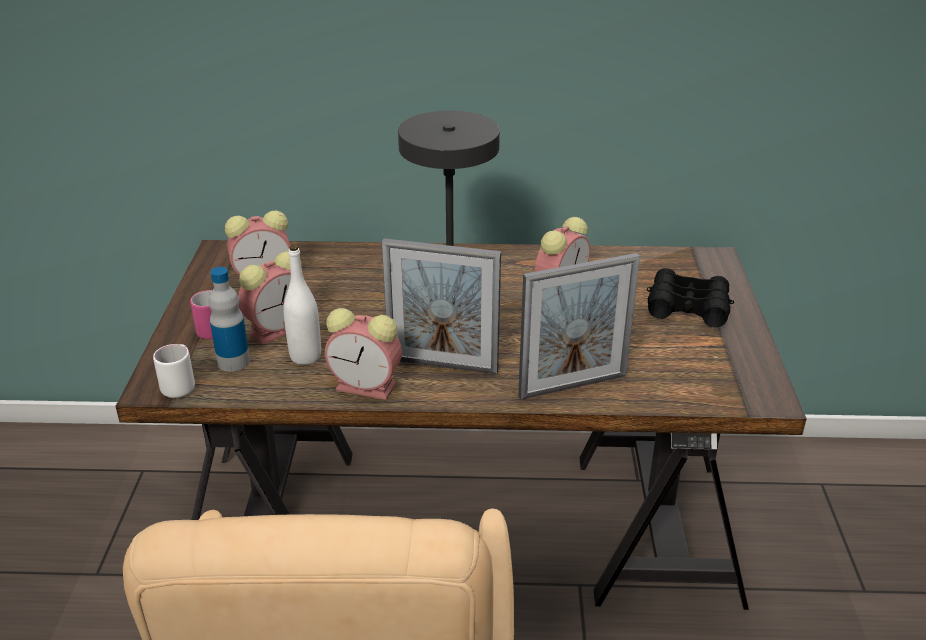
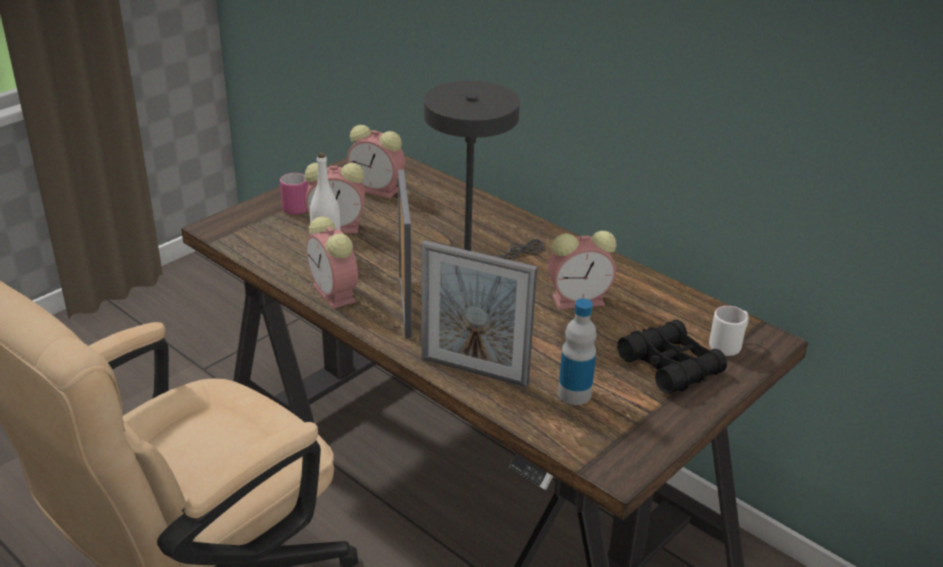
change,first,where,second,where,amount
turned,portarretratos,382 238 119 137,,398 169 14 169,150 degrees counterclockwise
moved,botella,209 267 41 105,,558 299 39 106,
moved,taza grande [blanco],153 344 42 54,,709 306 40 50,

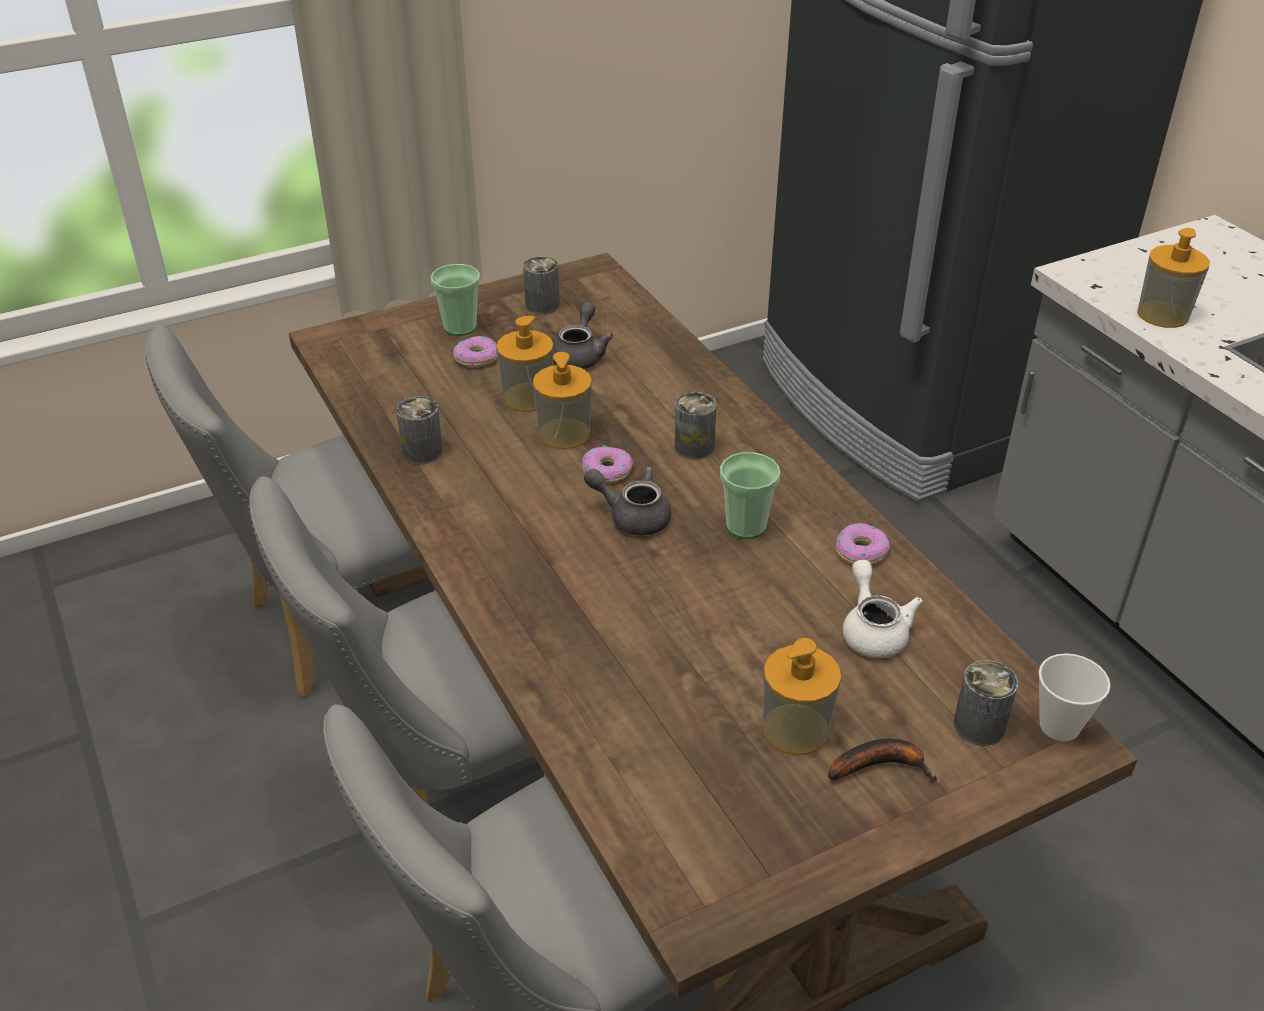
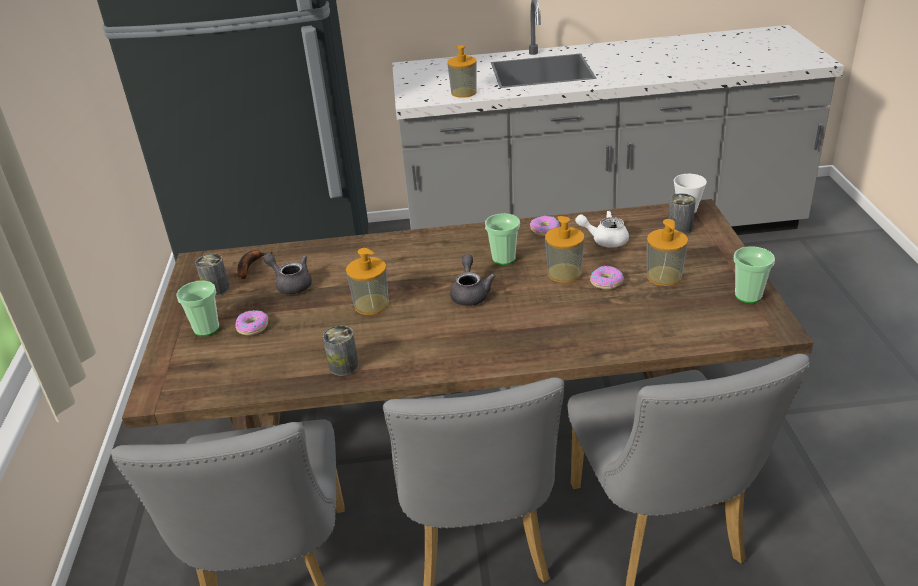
change,first,where,second,where,amount
moved,plátano,828 739 110 43,,237 250 36 29,
turned,tetera [gris],584 467 87 69,,450 254 45 52,135 degrees clockwise
moved,dispensador de jabón,496 316 57 96,,545 216 39 67,
moved,rosquilla,582 445 51 38,,590 266 34 23,
added,,,taza,734 246 41 57,
removed,lata,675 392 42 68,,,

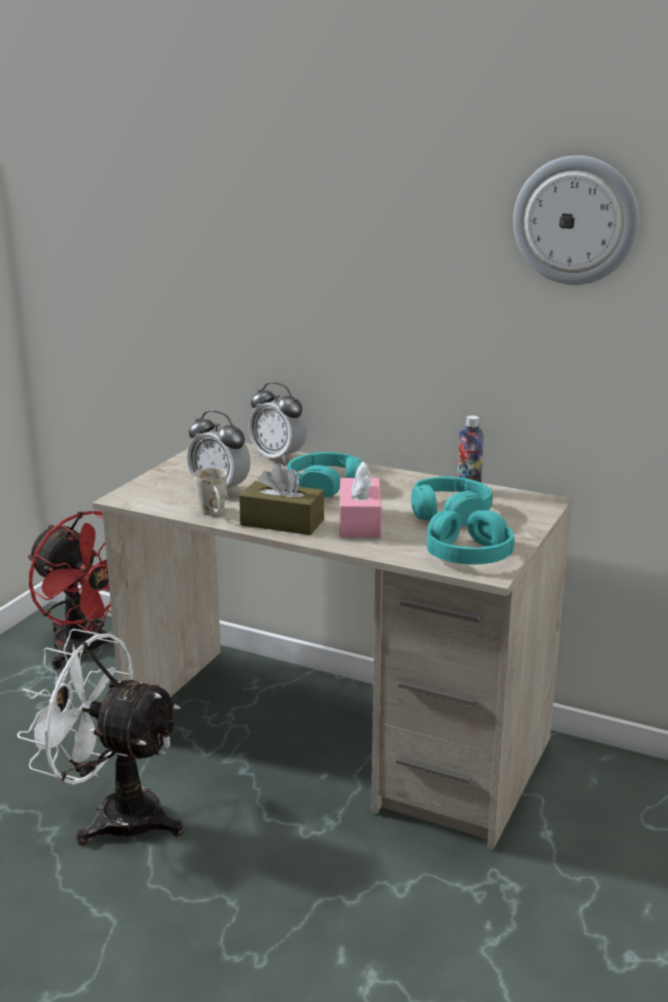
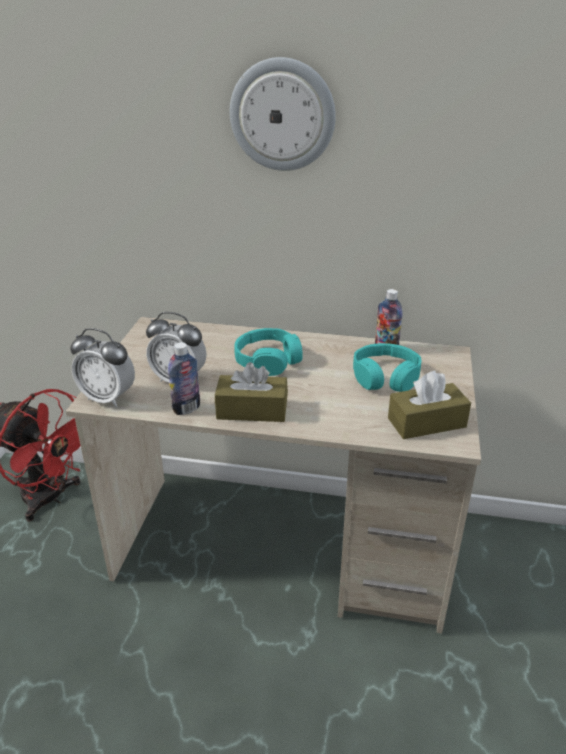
change,first,where,second,where,amount
moved,despertador,249 382 58 82,,70 328 65 79,
replaced,taza grande [blanco],193 468 34 47,botella,168 342 32 73,
moved,reloj de pared,513 155 126 130,,230 57 106 114,
replaced,auriculares [turquesa],427 510 87 54,caja de pañuelos [marrón],388 371 83 68,
removed,ventilador [blanco],17 629 166 216,,,
removed,caja de pañuelos [rosa],340 461 41 77,,,

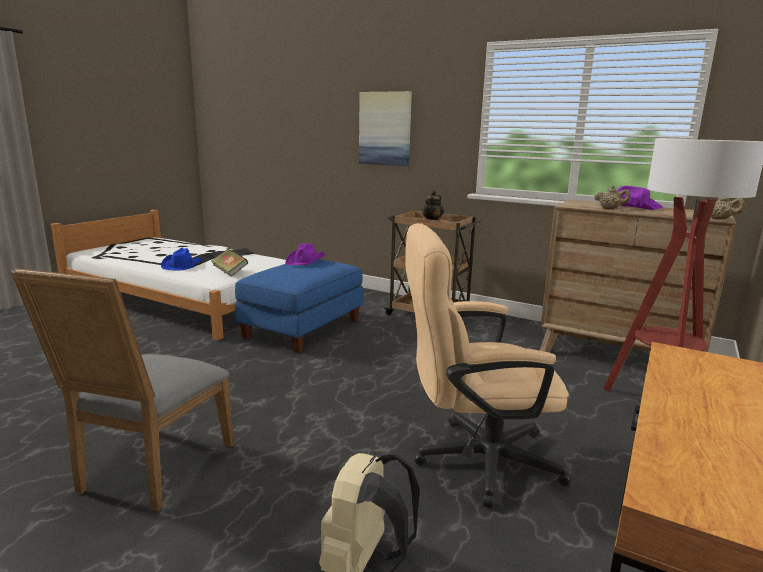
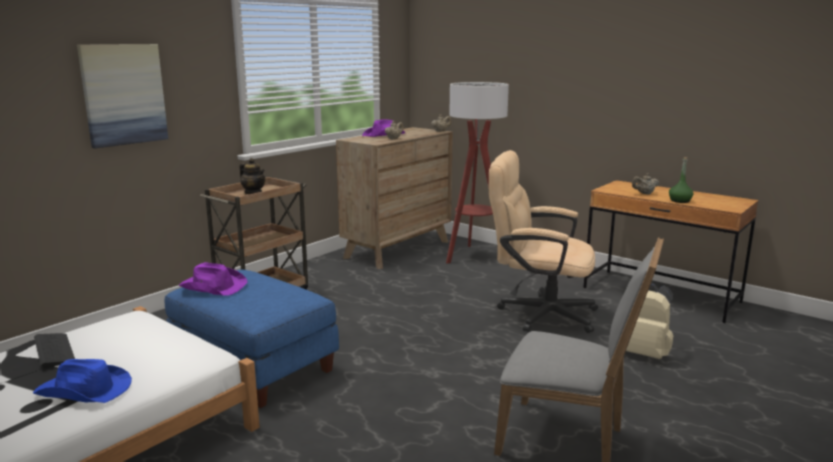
change,first,where,second,where,amount
turned,silla de oficina [beis],405 223 167 285,,489 150 109 183,105 degrees clockwise
added,,,tetera [beis],632 173 27 21,
added,,,botella [verde],669 157 25 46,
removed,libro,212 249 36 28,,,

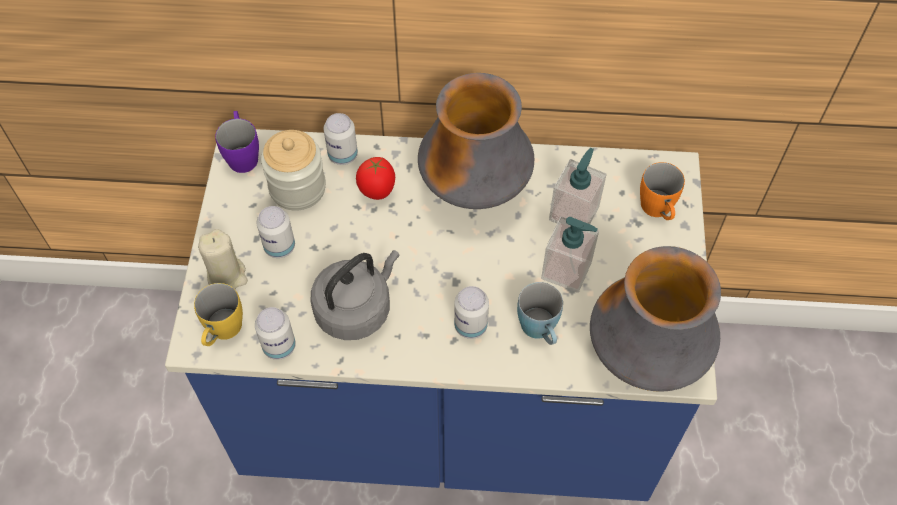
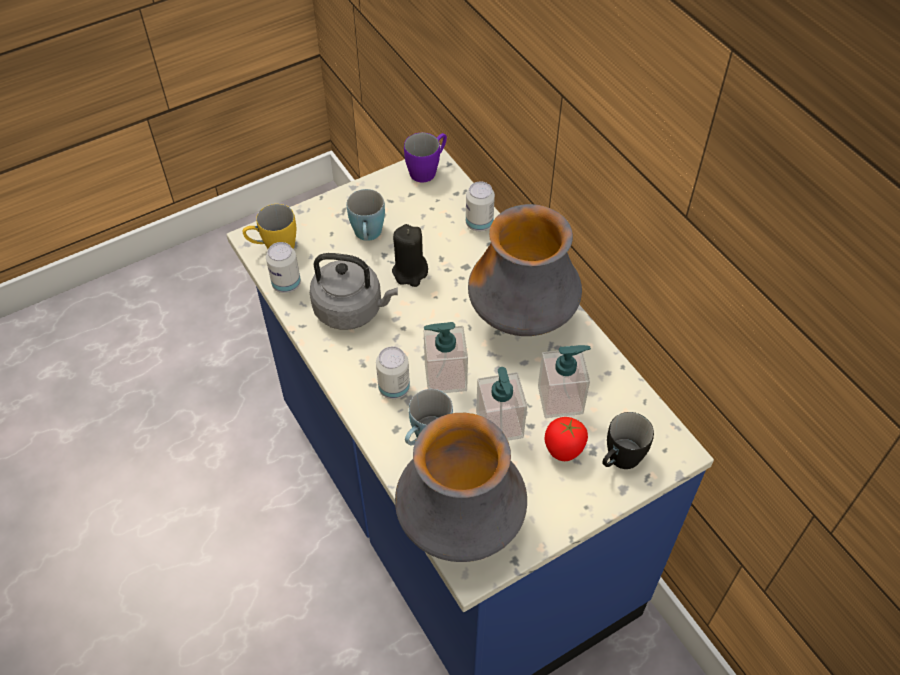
change,first,where,second,where,amount
replaced,lata,257 206 38 52,taza grande [azul],347 189 38 52,
added,,,vela [negro],392 224 36 63,
added,,,dispensador de jabón,424 322 44 71,
moved,tomate,356 157 39 43,,545 417 43 44,
recoloured,taza grande [naranja],640 162 45 58,taza grande [negro],602 412 52 57,
removed,vela [beis],198 229 50 60,,,
removed,tarro,261 130 65 81,,,

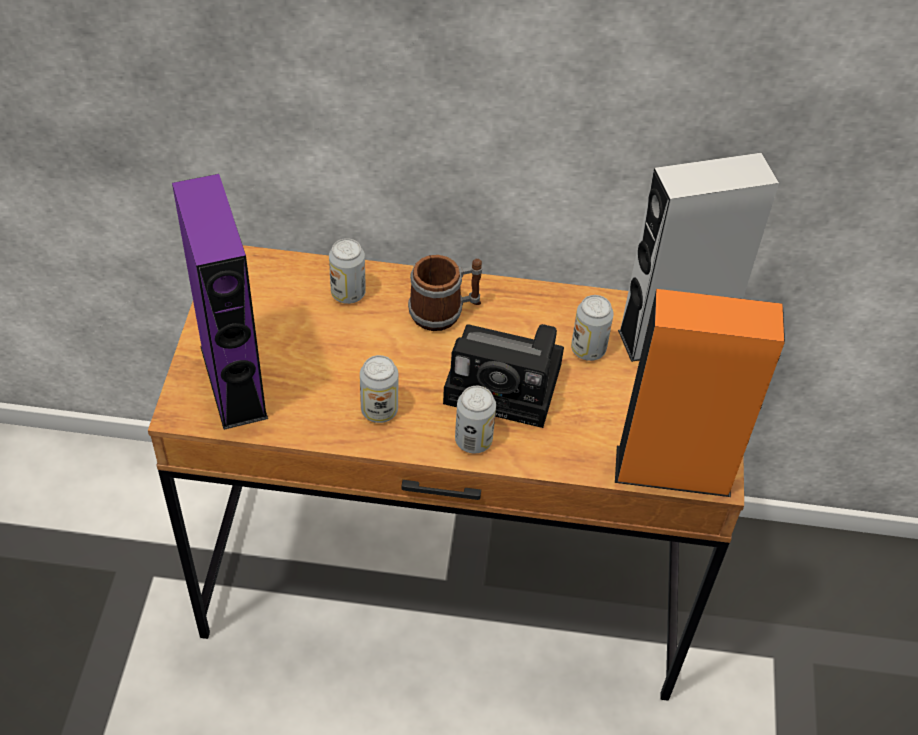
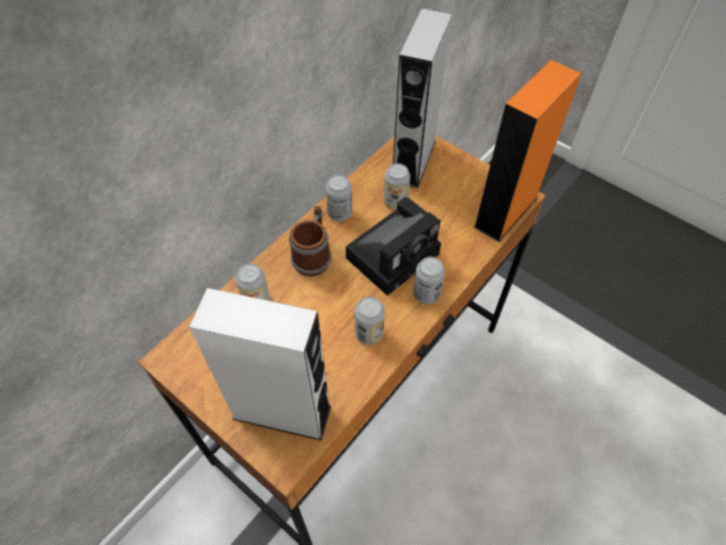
change,first,where,second,where,amount
recoloured,altavoz [morado],172 174 96 256,altavoz [blanco],189 288 142 153,
added,,,lata,326 175 26 46,

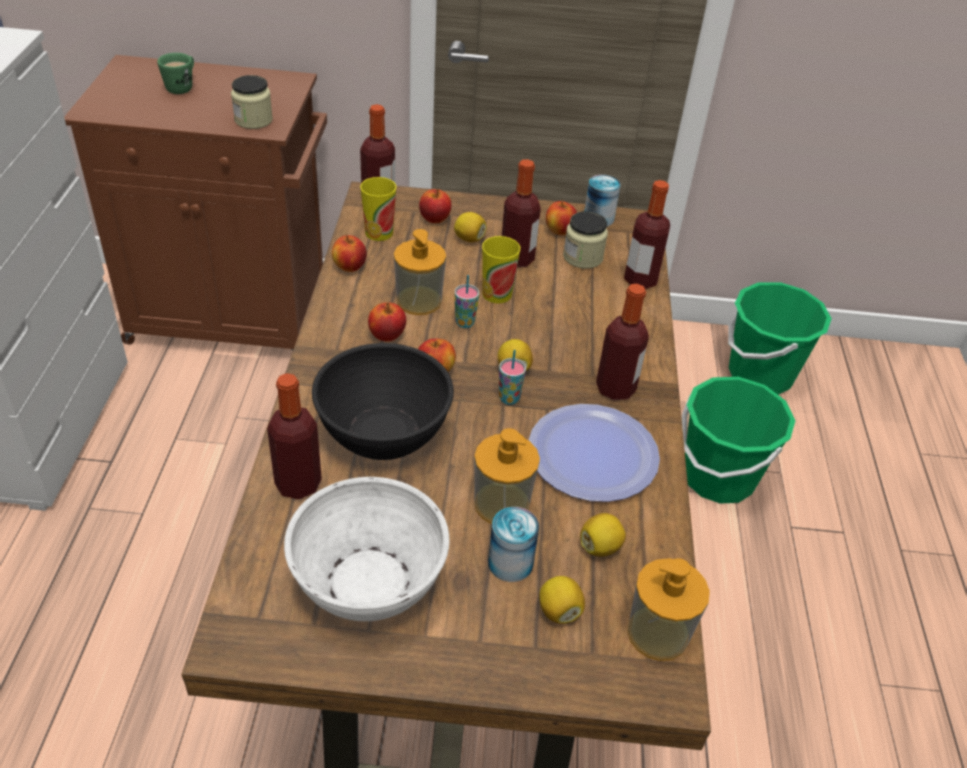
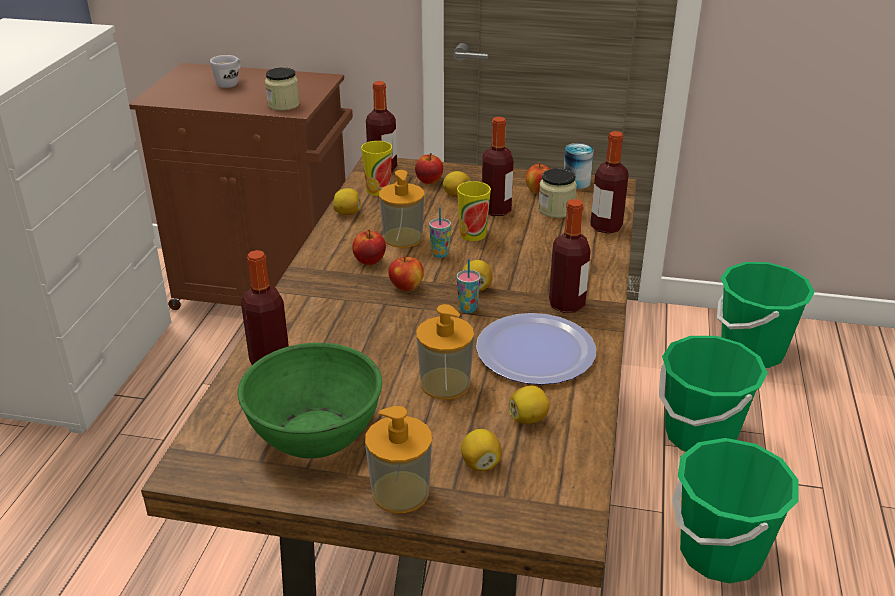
change,first,where,second,where,amount
recoloured,taza grande [verde],157 53 37 41,taza grande [blanco],210 55 31 33,
recoloured,cuenco [blanco],284 477 166 144,cuenco [verde],238 343 144 115,
replaced,manzana,332 235 35 37,limón,333 188 28 27,
moved,dispensador de jabón,628 558 82 103,,365 406 67 107,
added,,,cubo [verde],672 438 127 145,
removed,cuenco [negro],312 343 142 117,,,
removed,lata,488 507 51 75,,,

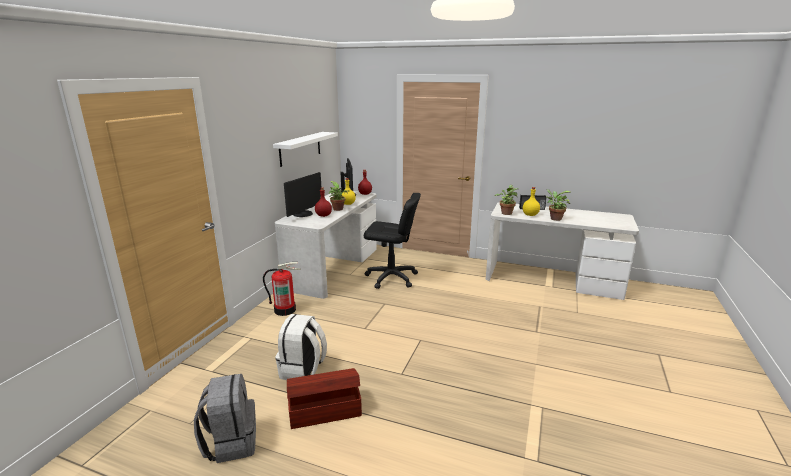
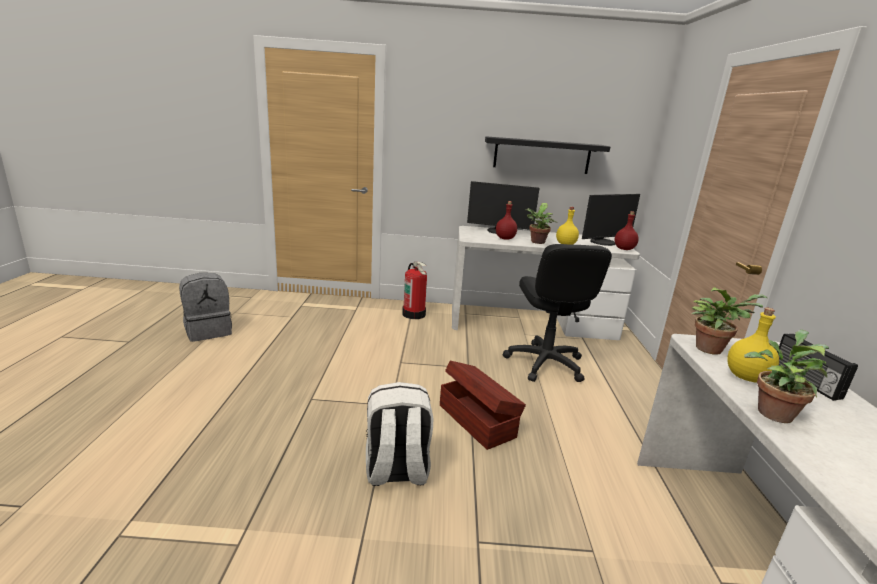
change,first,where,second,where,amount
moved,mochila [blanco],275 314 52 66,,366 382 67 104,
moved,caja de almacenaje [marrón],287 368 75 61,,440 361 86 89,
recoloured,estante [blanco],273 132 65 35,estante [negro],485 136 125 38,

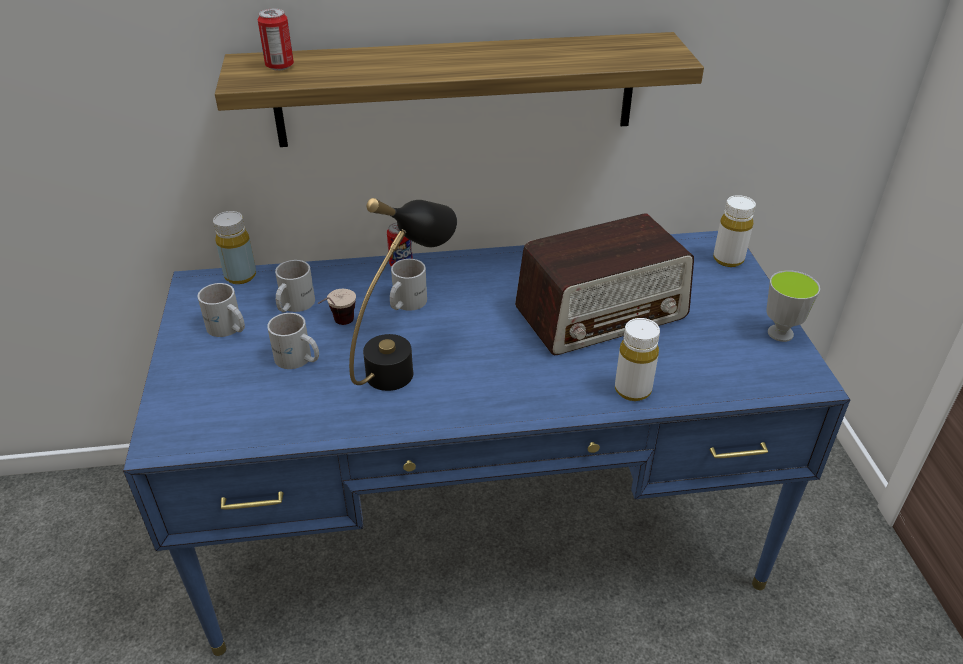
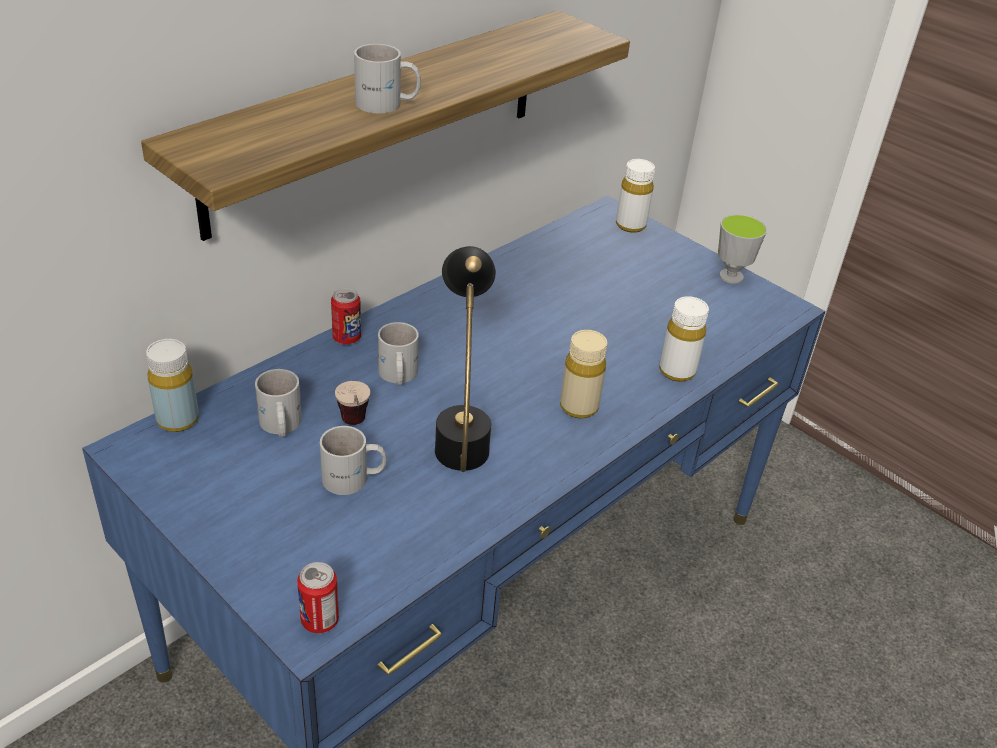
change,first,where,second,where,amount
moved,lata,258 9 36 62,,297 562 42 71,
moved,taza grande [blanco],198 283 47 54,,354 44 67 69,
added,,,botella [beis],560 330 47 89,
removed,radio,515 213 179 142,,,

